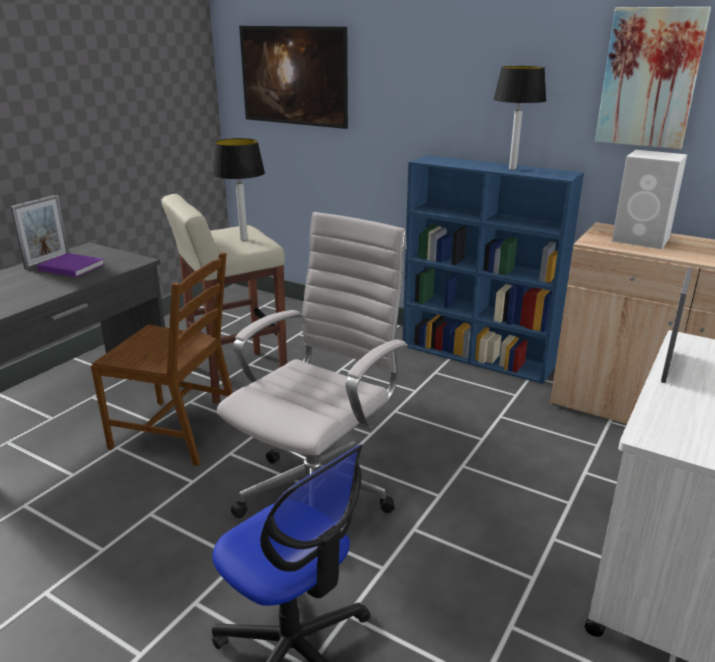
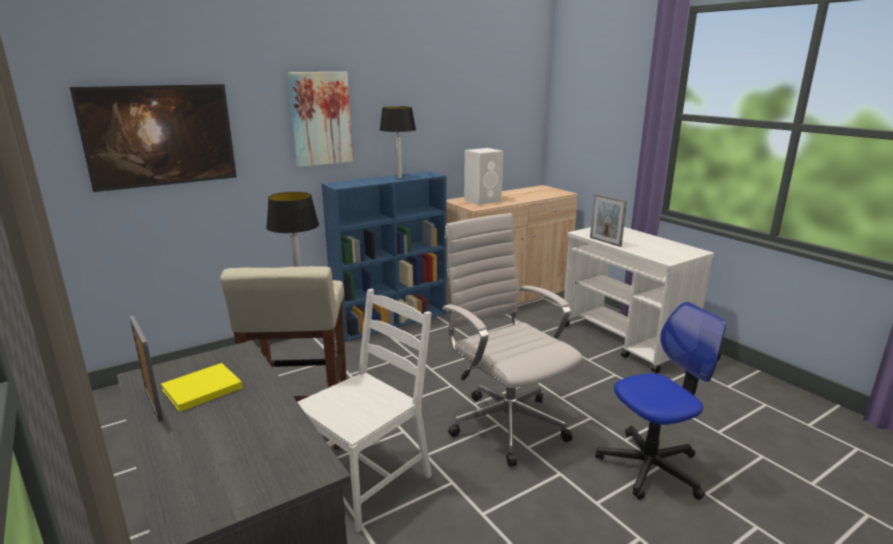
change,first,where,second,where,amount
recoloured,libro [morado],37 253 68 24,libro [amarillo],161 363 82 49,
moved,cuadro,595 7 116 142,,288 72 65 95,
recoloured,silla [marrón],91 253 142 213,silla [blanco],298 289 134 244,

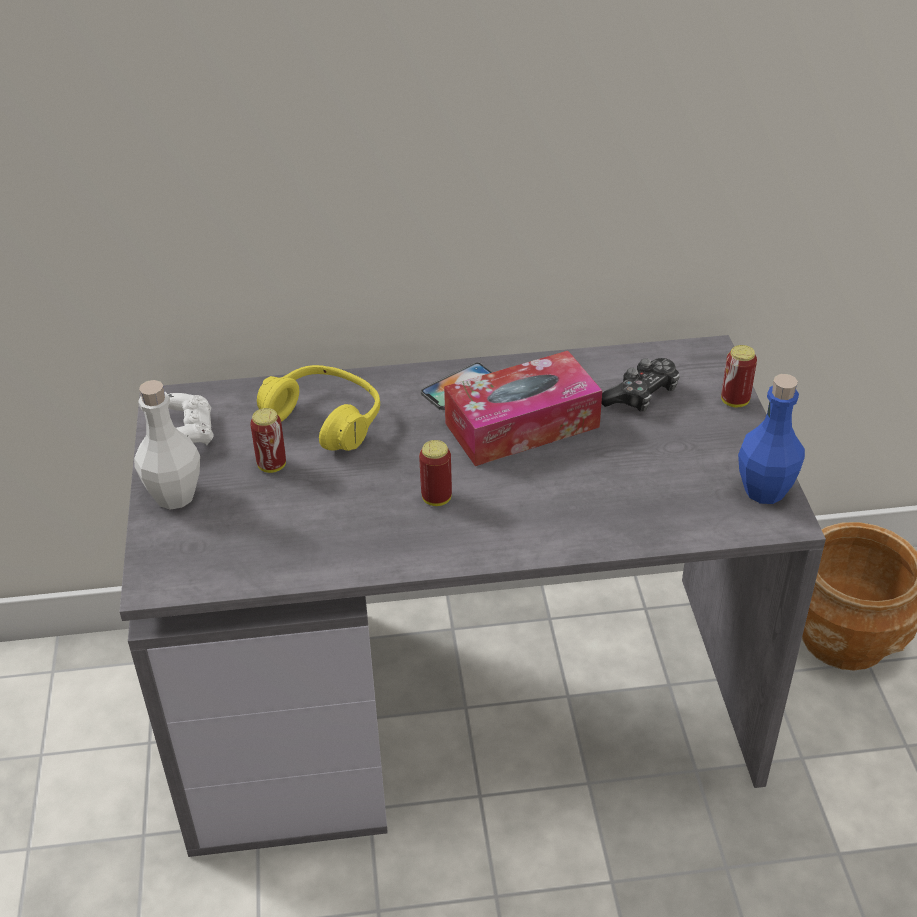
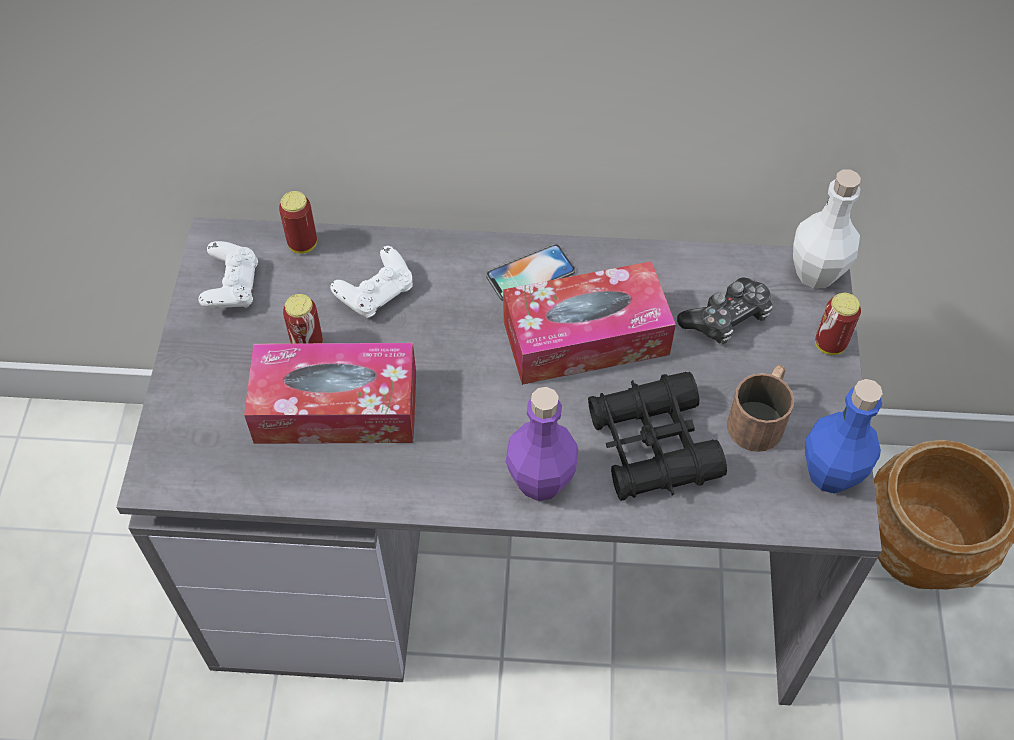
change,first,where,second,where,amount
added,,,caja de pañuelos,244 343 172 101,
moved,lata,419 440 33 66,,279 191 38 63,
replaced,auriculares [amarillo],257 365 123 86,mando de consola [blanco],330 246 83 72,
added,,,botella [morado],506 387 72 114,
added,,,prismáticos [negro],588 372 139 129,
added,,,taza grande [marrón],727 365 67 87,
moved,botella [blanco],134 380 66 130,,793 169 68 120,

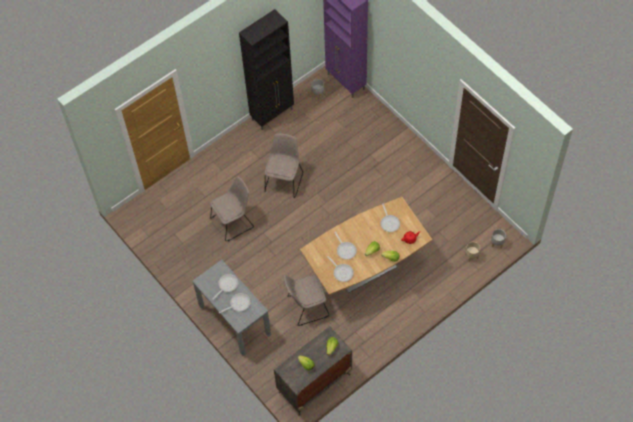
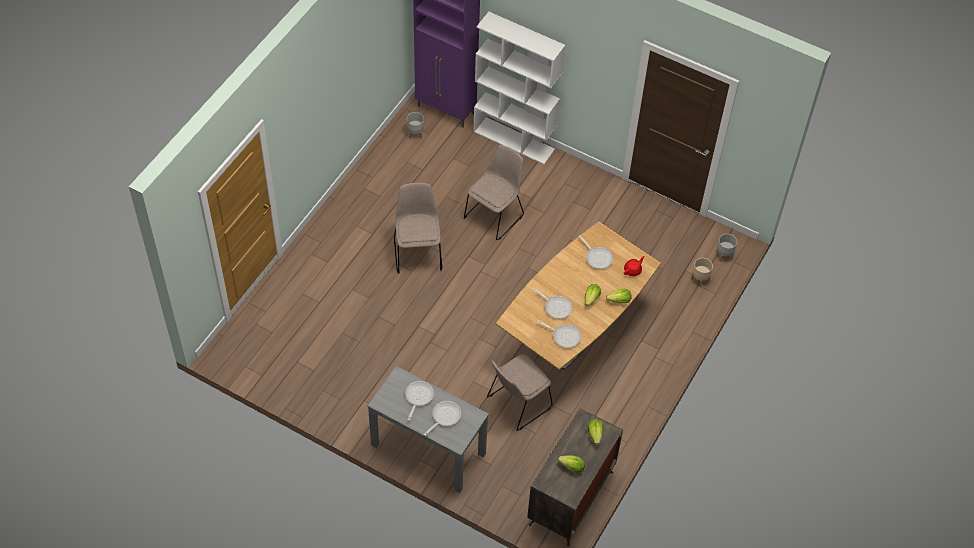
change,first,where,second,where,amount
moved,silla [beis],210 176 44 65,,464 145 60 95,
added,,,estantería [blanco],473 12 92 152,
removed,armario [negro],239 9 55 121,,,

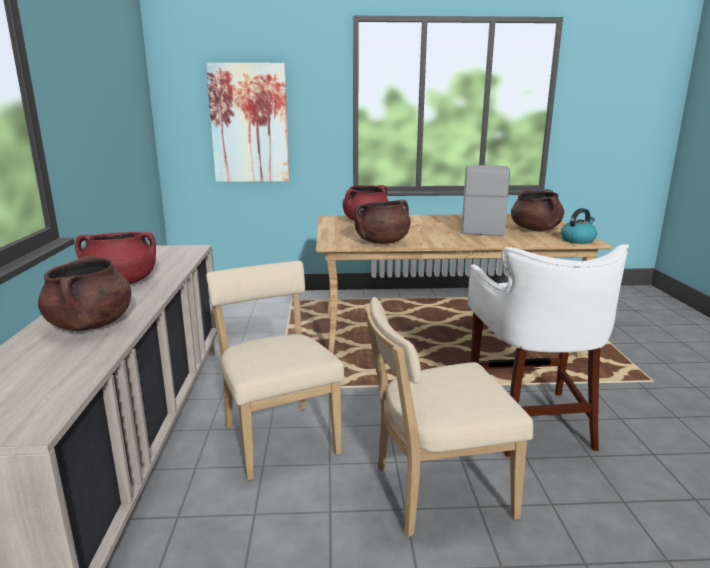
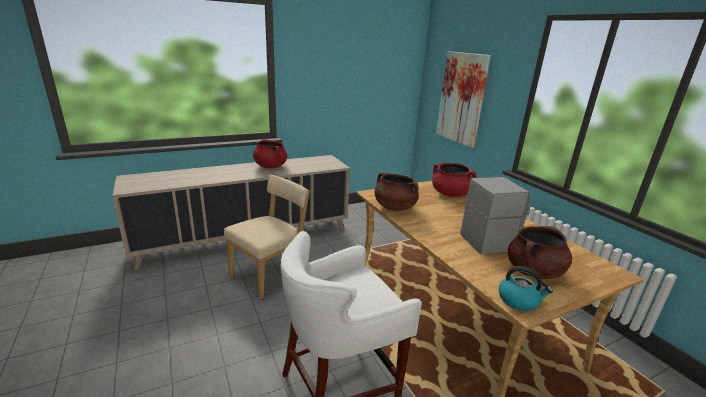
change,first,where,second,where,amount
removed,olla [marrón],38 256 93 75,,,
removed,silla [beis],364 297 169 240,,,

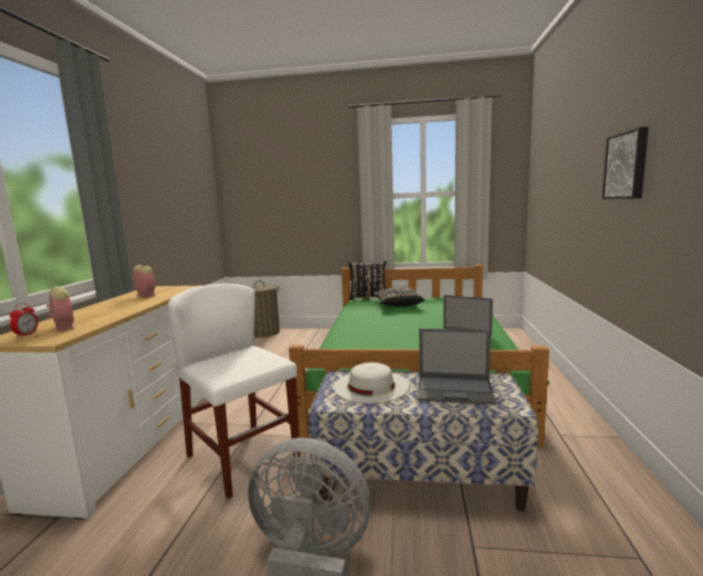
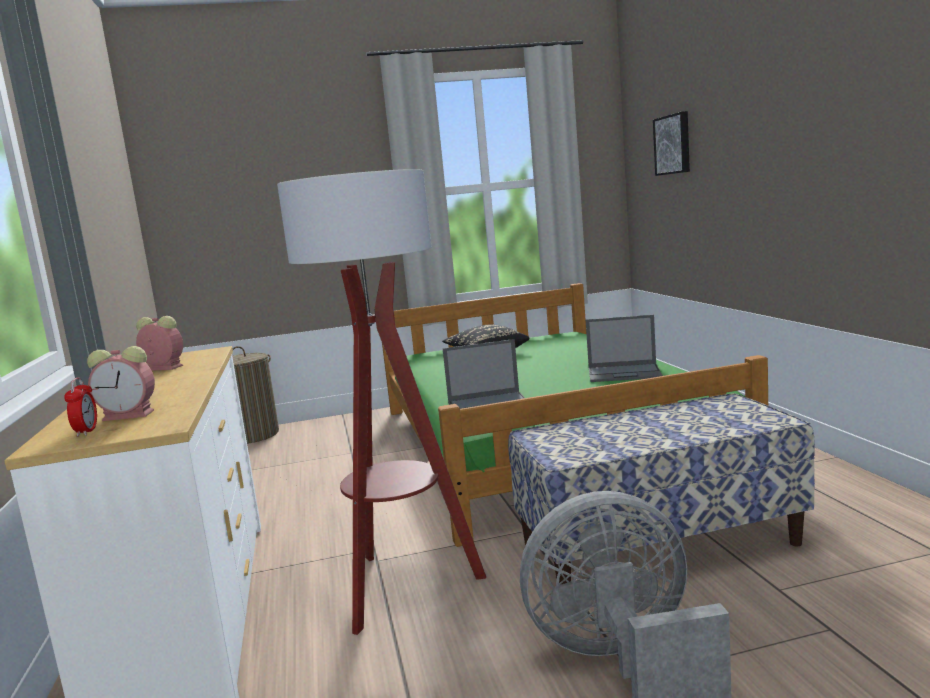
change,first,where,second,where,amount
turned,despertador,46 286 28 45,,87 346 68 75,150 degrees clockwise
replaced,silla [blanco],168 284 132 215,lámpara de pie,277 169 209 466,
moved,portátil,417 328 79 77,,443 339 82 70,
moved,cuadro,602 127 47 72,,653 111 37 65,
removed,sombrero [blanco],334 362 75 41,,,
removed,cojín [negro],348 261 38 39,,,

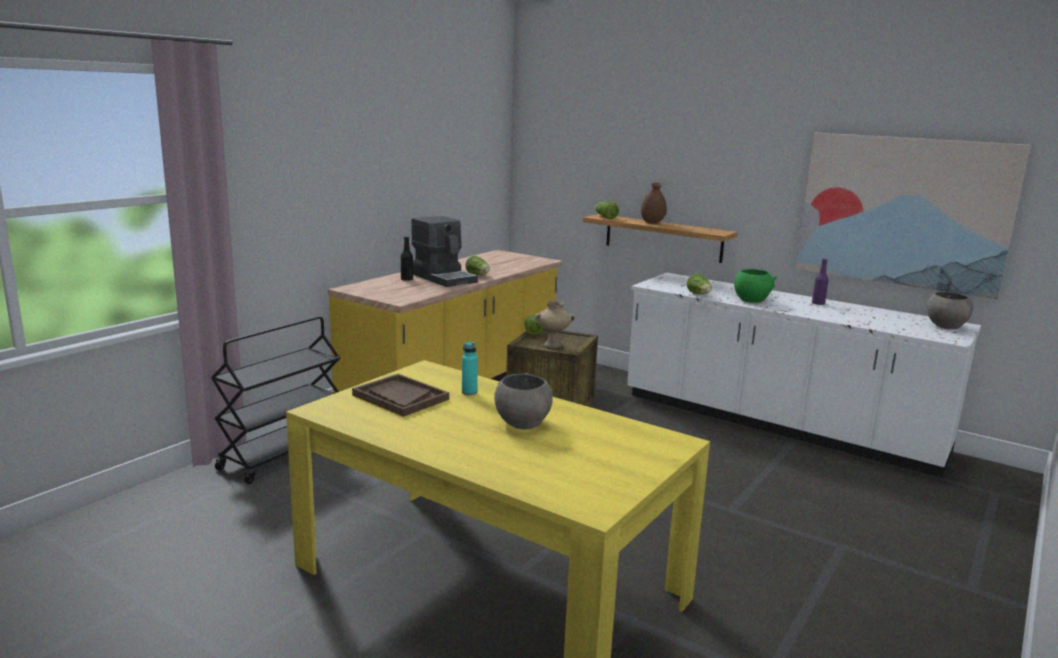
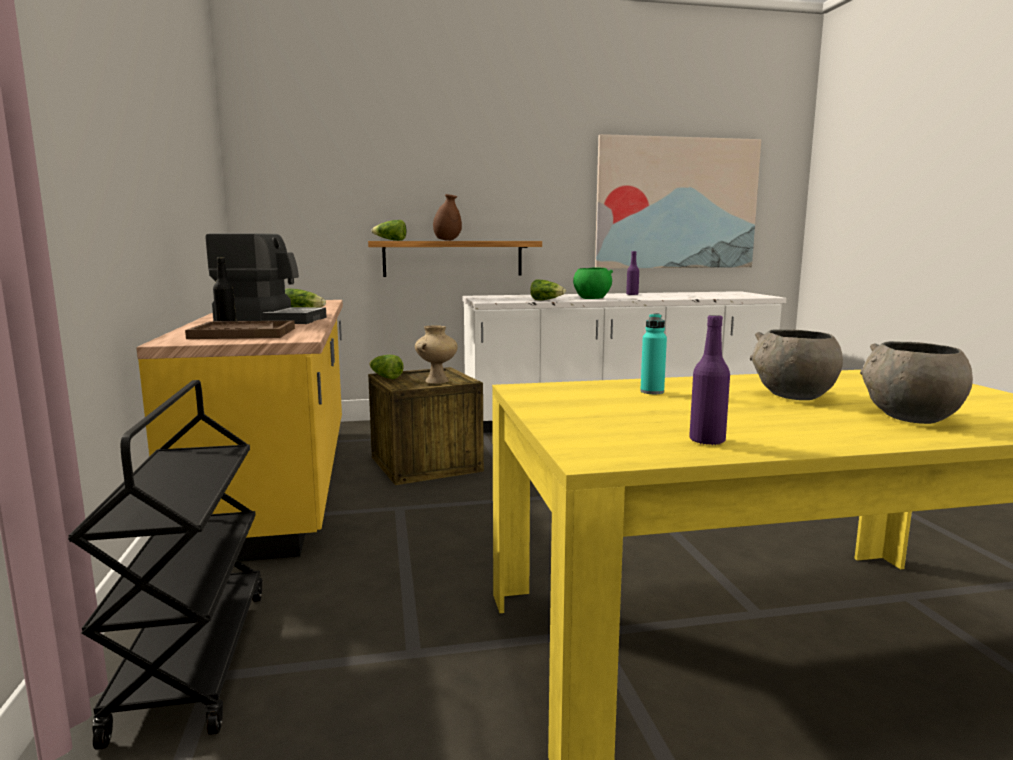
change,first,where,second,where,amount
moved,bandeja [marrón],352 374 97 43,,185 321 110 18,
added,,,botella [morado],689 315 41 131,
moved,cuenco [gris],926 291 47 38,,860 341 113 83,

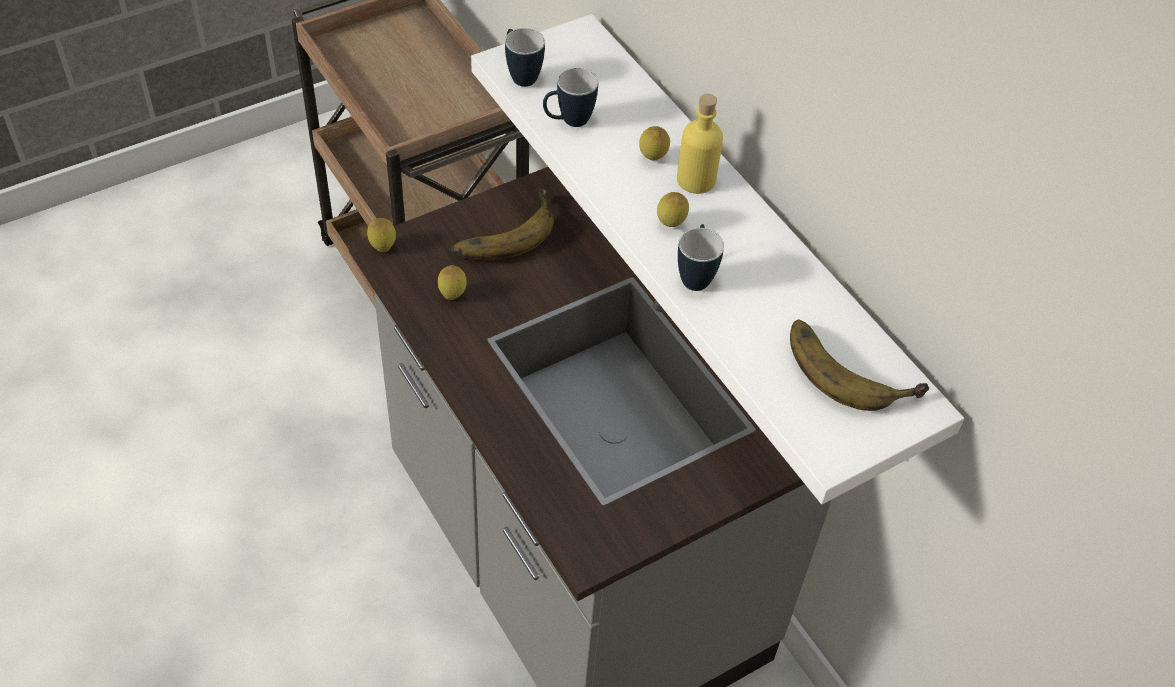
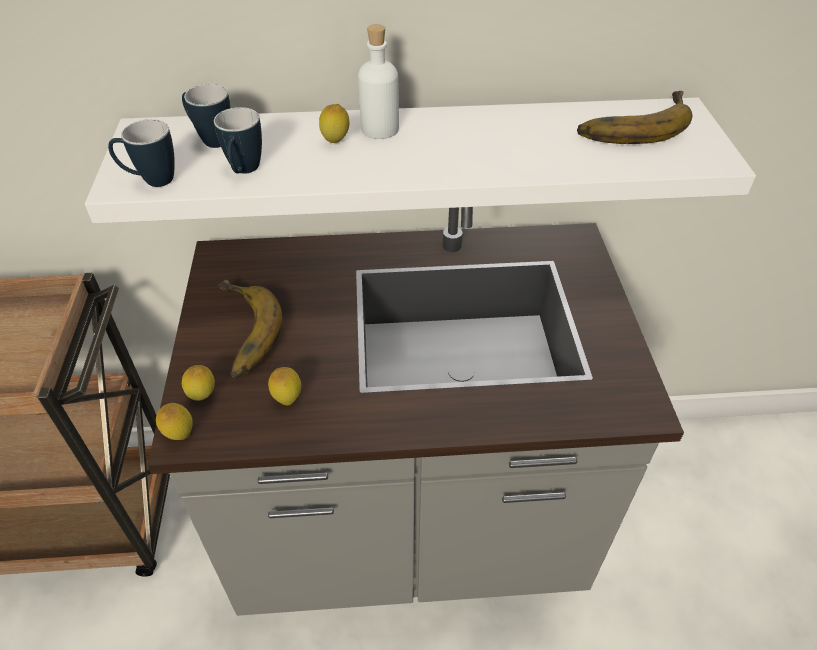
change,first,where,second,where,amount
moved,taza grande,678 224 46 67,,182 84 49 64,
moved,limón,657 192 32 35,,182 365 33 36,
recoloured,botella [amarillo],677 94 46 100,botella [blanco],358 24 41 115,

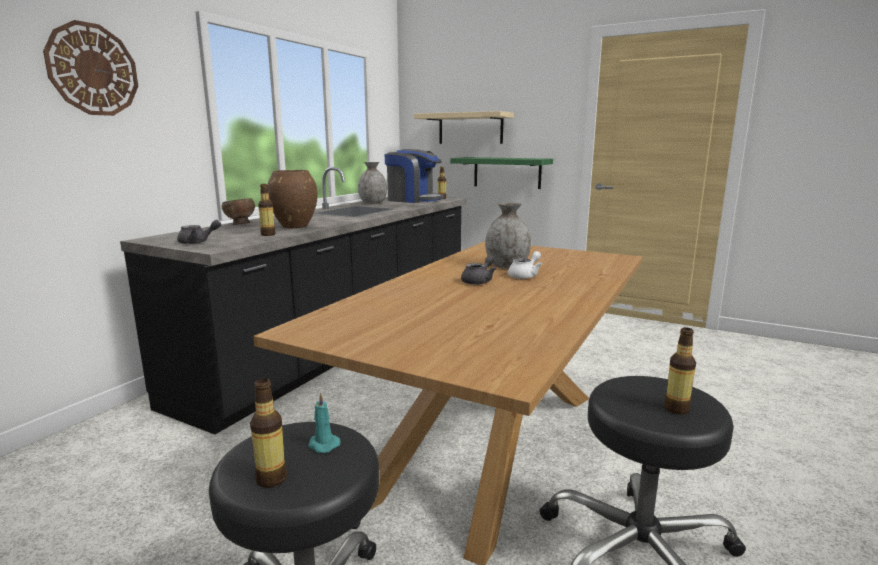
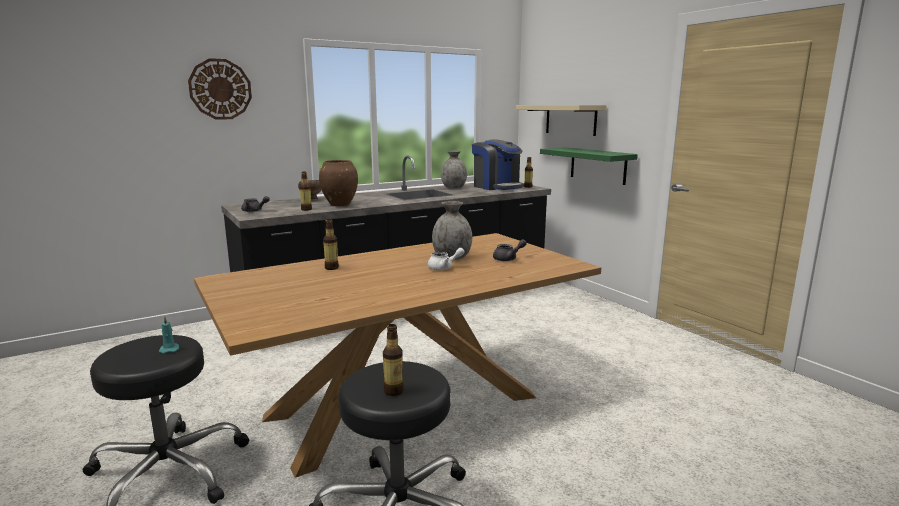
change,first,where,second,where,amount
moved,botella,250 379 37 109,,323 219 16 51,
moved,tetera [gris],461 255 36 30,,493 239 34 22,

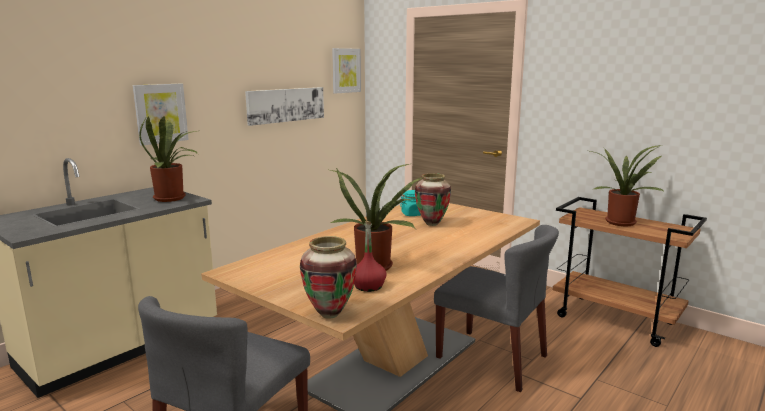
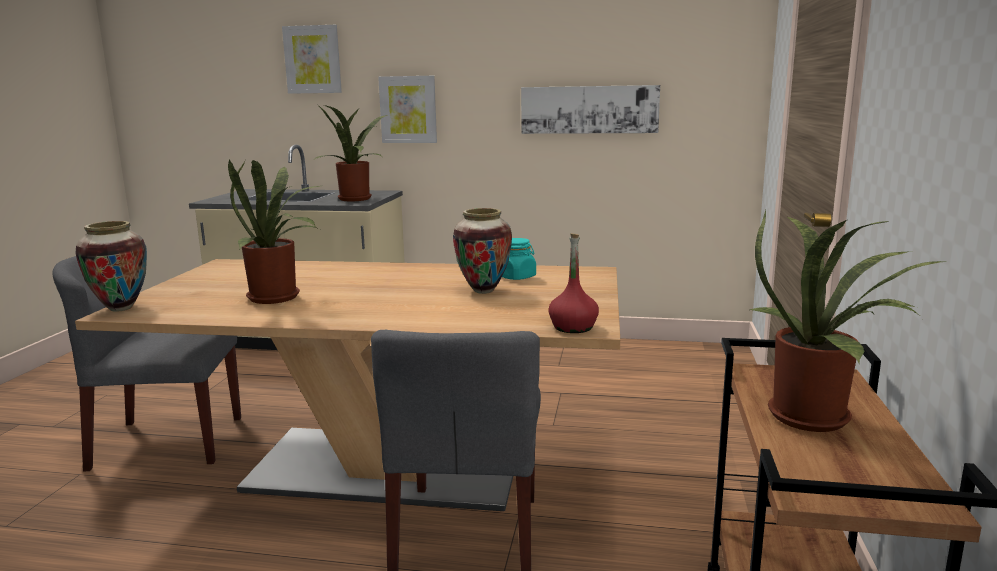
change,first,where,second,where,amount
moved,cuadro,332 48 29 46,,282 25 60 69,
moved,botella [rojo],354 221 33 71,,548 233 51 100,

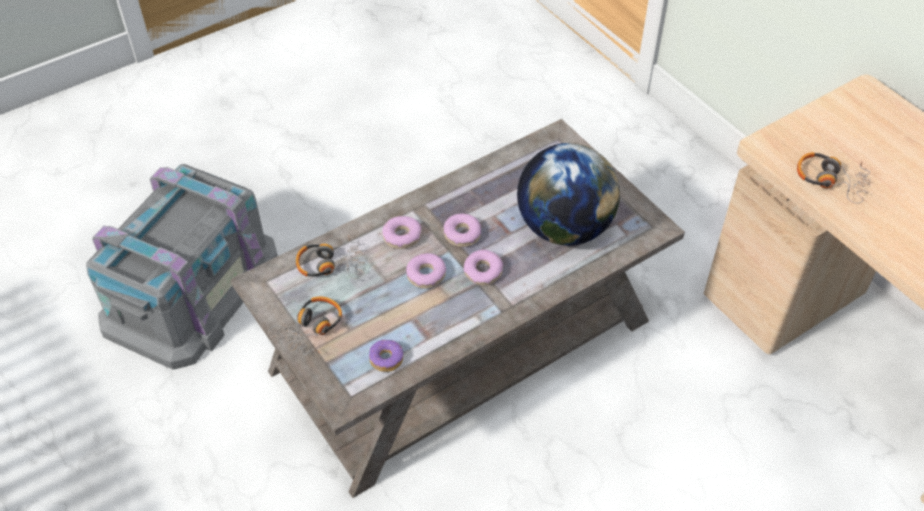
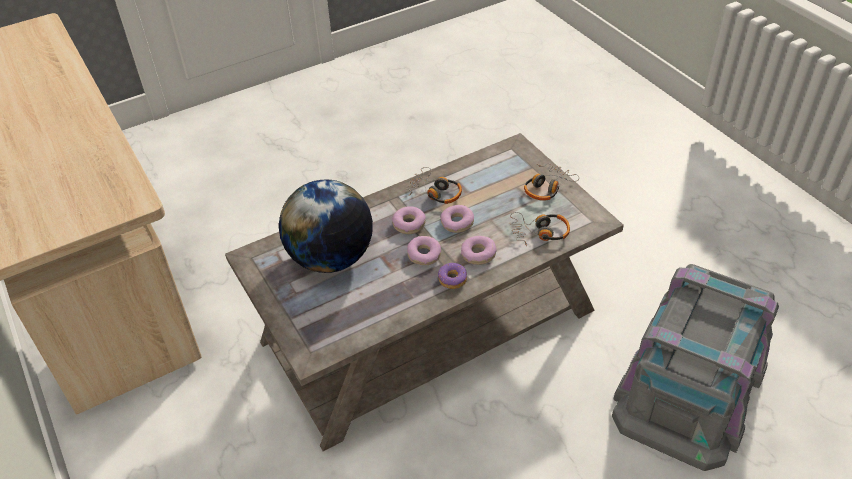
change,first,where,second,where,amount
moved,auriculares,797 152 74 51,,406 167 56 37,
moved,rosquilla,369 340 34 32,,438 263 29 26,

